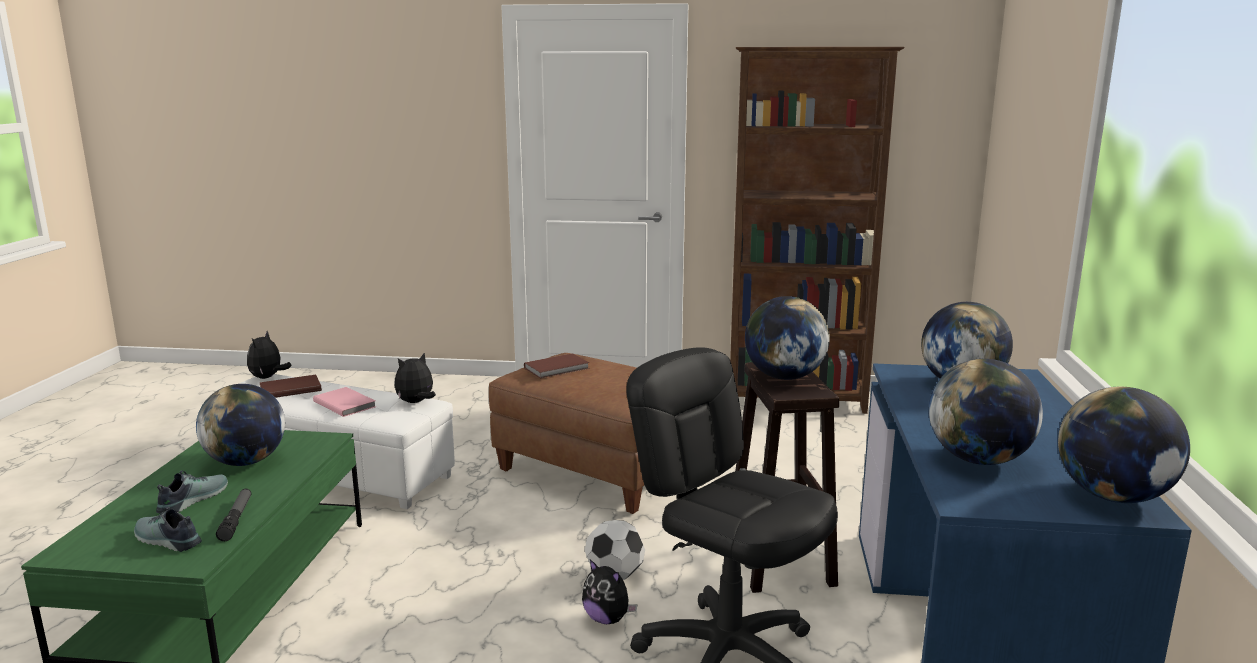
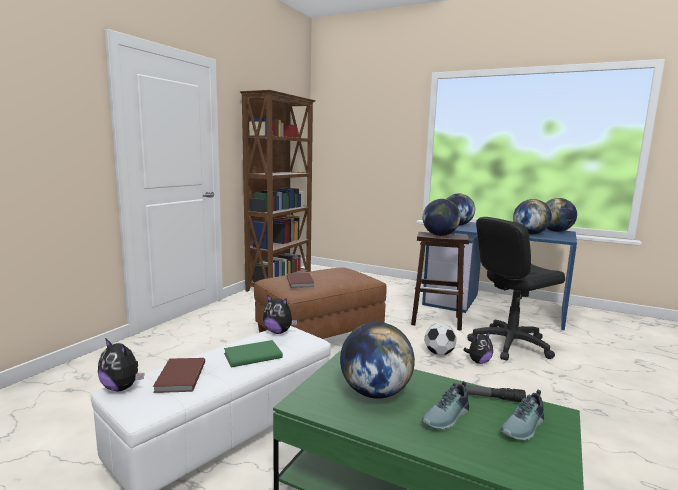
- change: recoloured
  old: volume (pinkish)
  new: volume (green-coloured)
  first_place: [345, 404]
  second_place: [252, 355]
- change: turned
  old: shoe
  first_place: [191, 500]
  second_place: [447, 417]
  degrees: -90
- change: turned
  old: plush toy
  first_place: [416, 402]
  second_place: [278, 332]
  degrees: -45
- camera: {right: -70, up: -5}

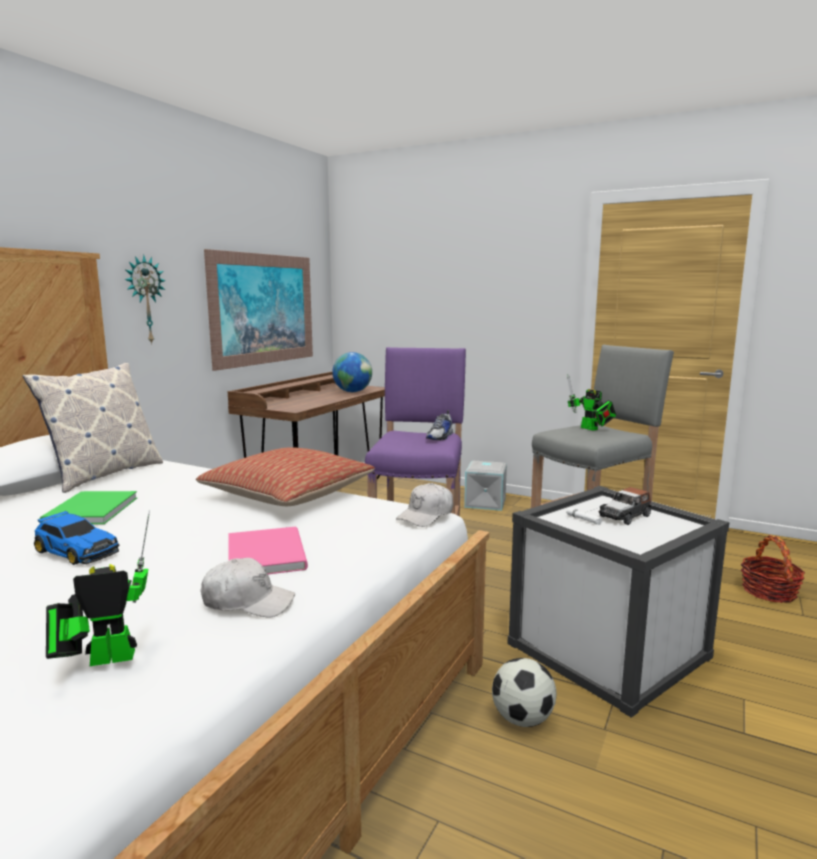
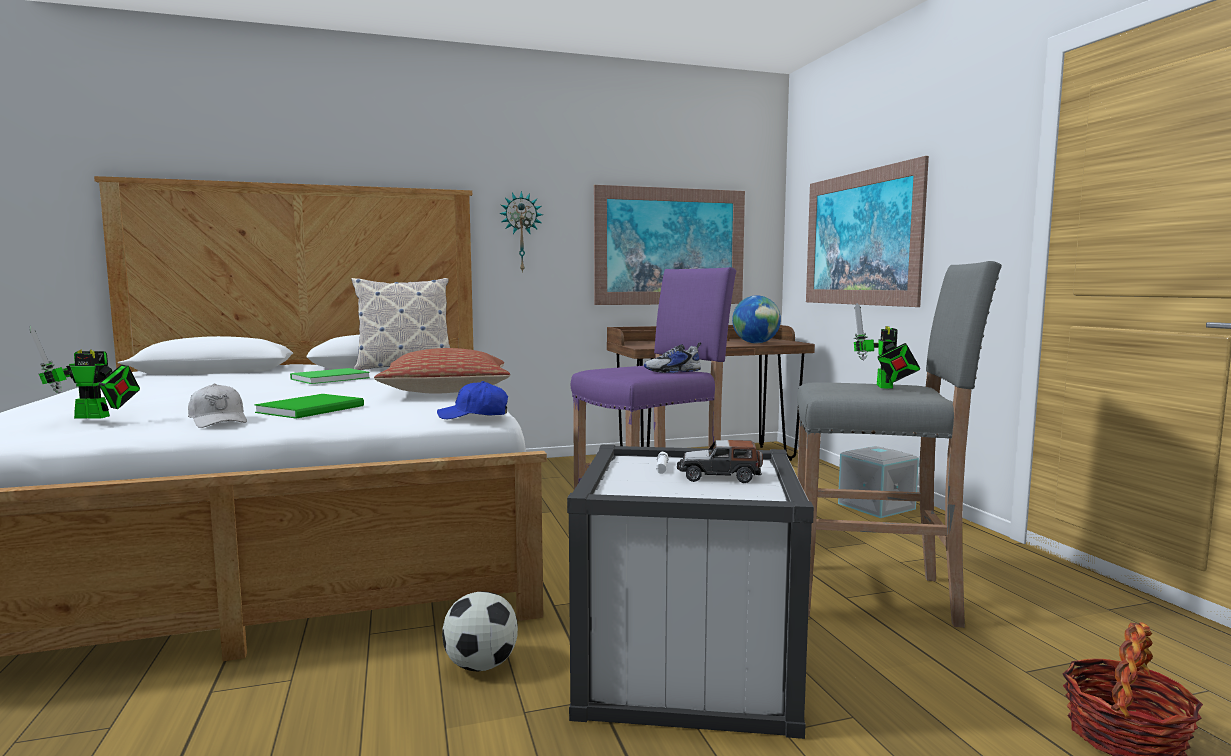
- change: removed
  old: miniature car
  first_place: [77, 551]
- change: added
  new: wall picture
  second_place: [860, 238]
- change: recoloured
  old: volume (pinkish)
  new: volume (green-coloured)
  first_place: [268, 553]
  second_place: [314, 409]
- change: recoloured
  old: peaked cap (whitish)
  new: peaked cap (blue)
  first_place: [426, 515]
  second_place: [474, 415]
- change: turned
  old: model robot
  first_place: [104, 659]
  second_place: [97, 417]
  degrees: 150
- camera: {right: 45, up: -5}

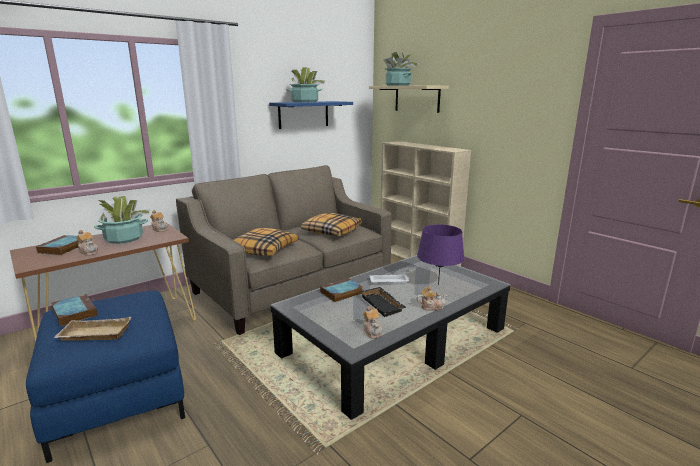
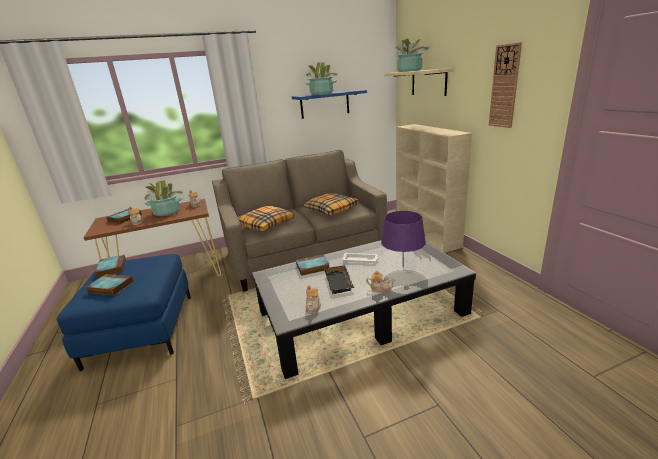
- change: added
  new: clock on the wall
  second_place: [504, 86]
- change: replaced
  old: carrying tray (sand-coloured)
  new: volume
  first_place: [93, 335]
  second_place: [110, 287]
- camera: {right: 20, up: 5}

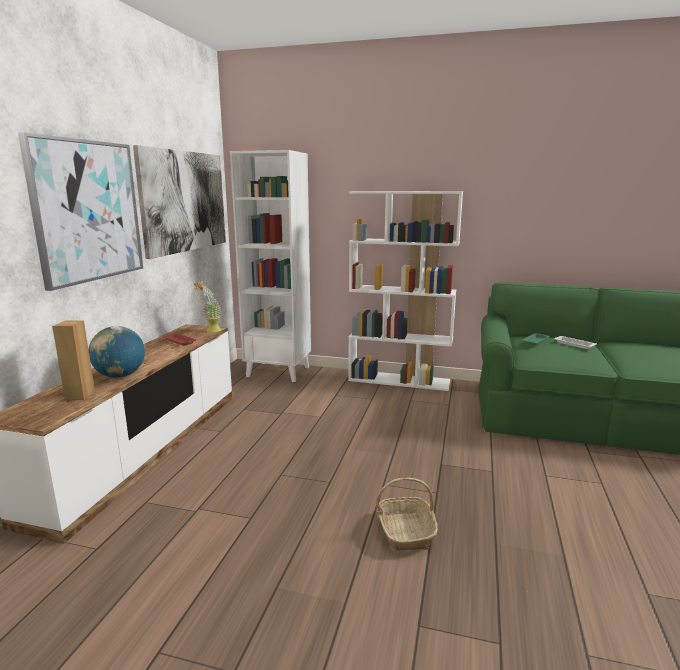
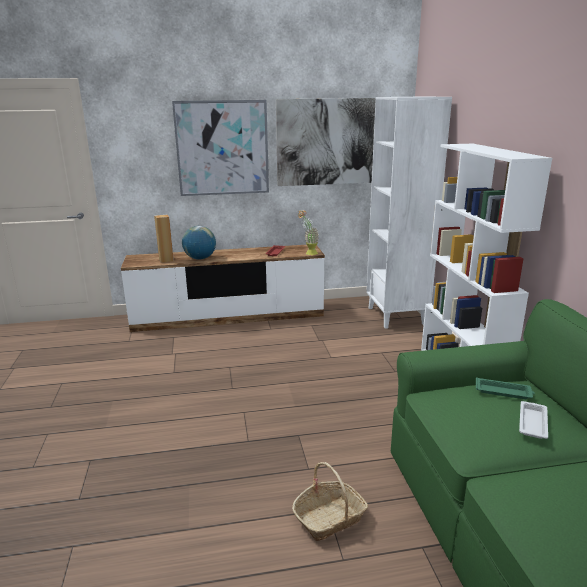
- change: moved
  old: household basket
  first_place: [405, 531]
  second_place: [329, 518]
- camera: {right: 65, up: 5}

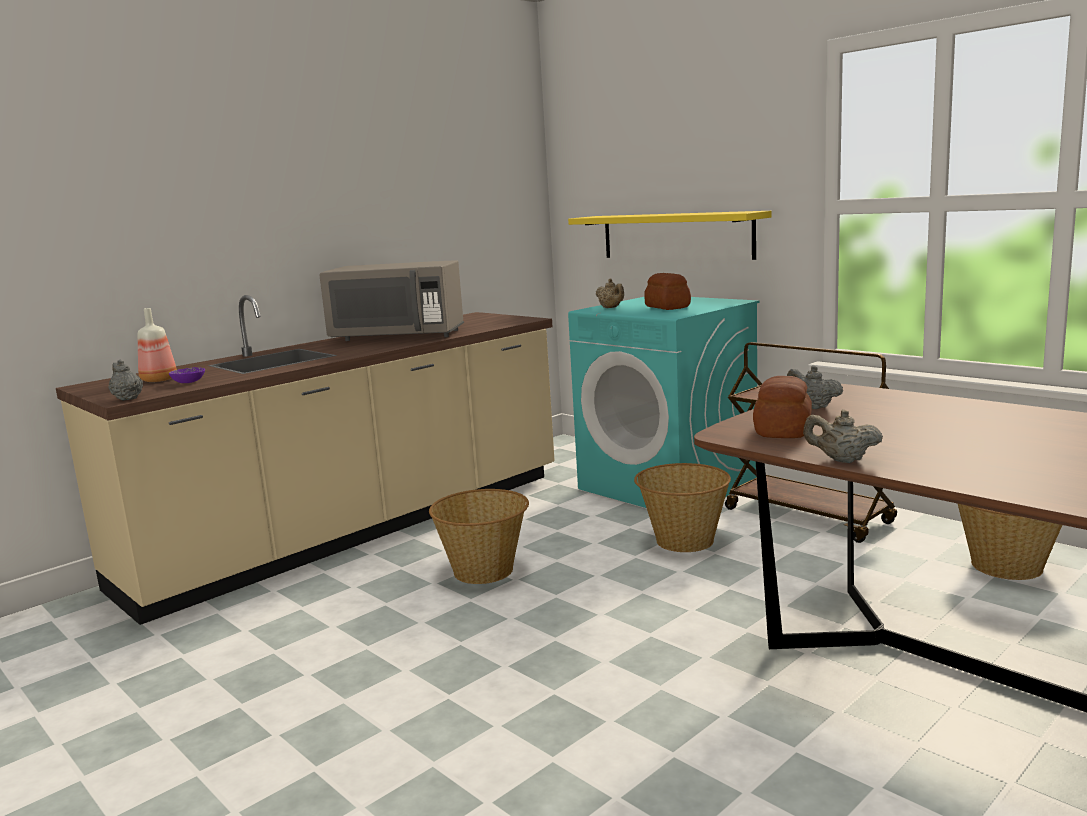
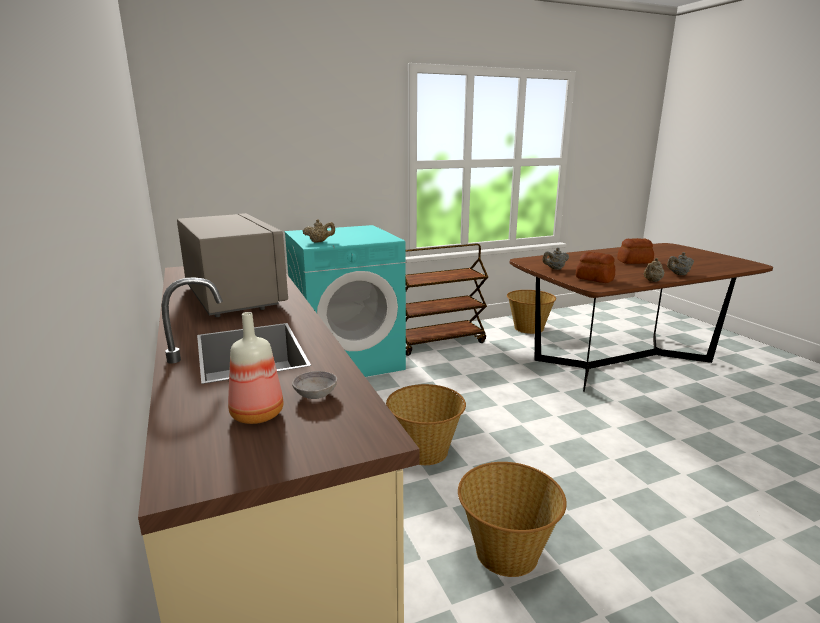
- change: removed
  old: bracket shelf (yellow)
  first_place: [675, 236]
- change: moved
  old: pot for tea (grey)
  first_place: [127, 398]
  second_place: [678, 274]
- change: moved
  old: household basket
  first_place: [683, 541]
  second_place: [506, 553]
- change: moved
  old: bread
  first_place: [667, 307]
  second_place: [635, 262]
- change: recoloured
  old: bowl (purple-coloured)
  new: bowl (grey)
  first_place: [188, 382]
  second_place: [315, 395]
- change: turned
  old: kitchen microwave (grey)
  first_place: [398, 336]
  second_place: [234, 297]
  degrees: -60
- camera: {right: -70, up: 5}

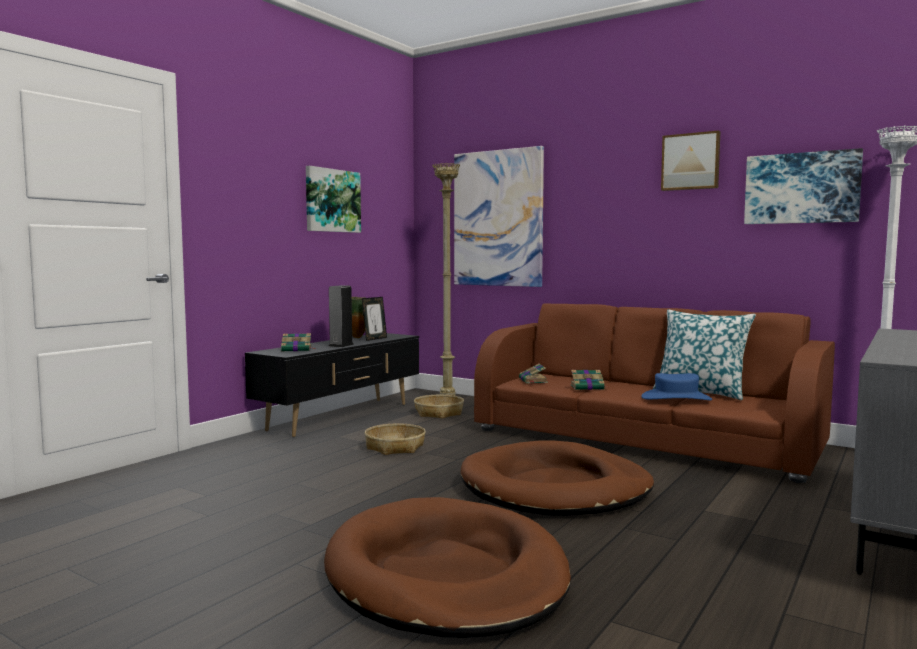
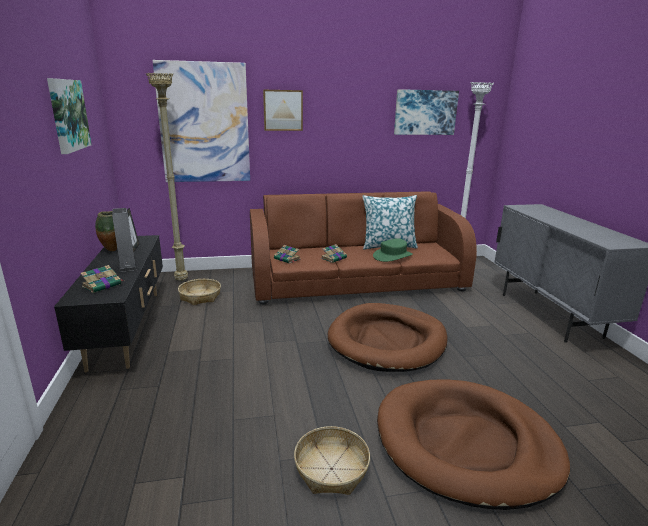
- change: moved
  old: household basket
  first_place: [395, 447]
  second_place: [331, 468]
- change: moved
  old: wall picture
  first_place: [690, 162]
  second_place: [283, 110]
- change: recoloured
  old: wearable hat (blue)
  new: wearable hat (green-coloured)
  first_place: [676, 398]
  second_place: [393, 256]
- camera: {right: -45, up: 15}

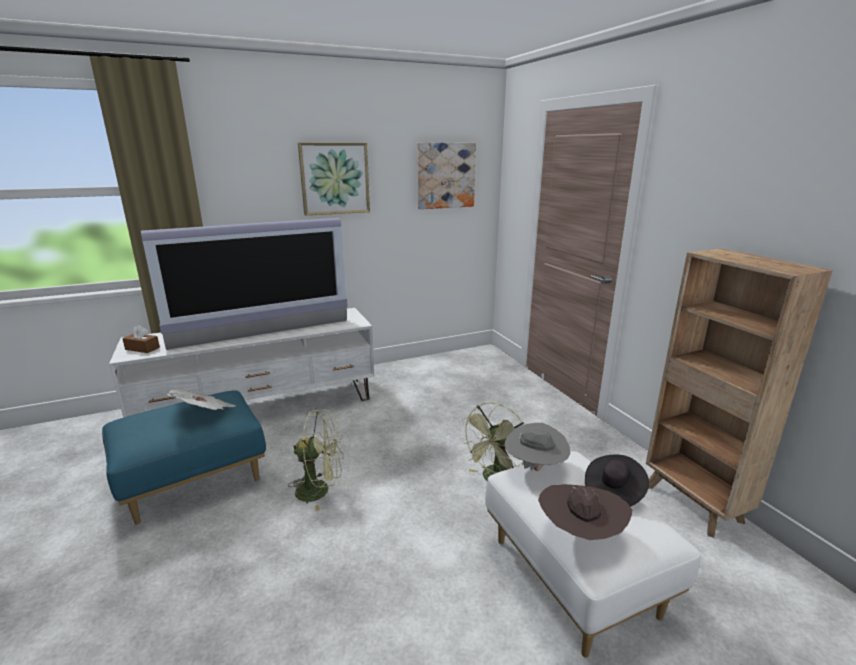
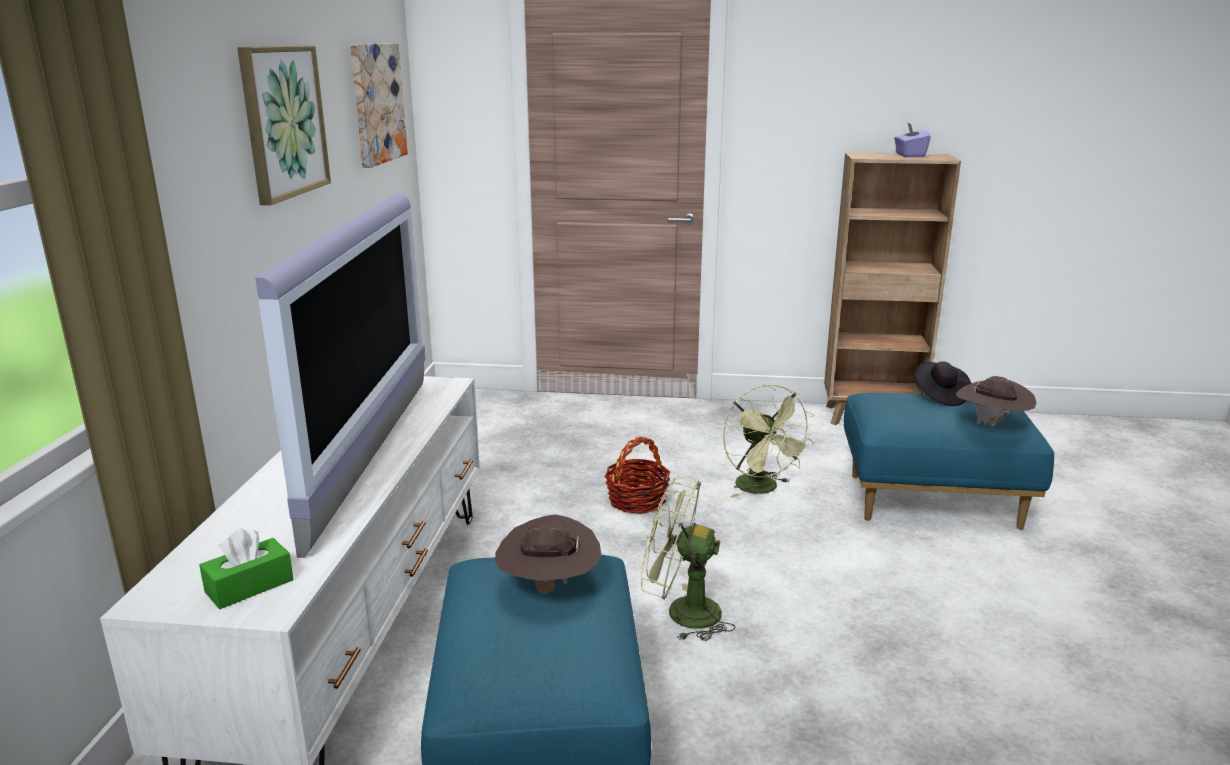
- change: removed
  old: wearable hat (grey)
  first_place: [535, 467]
- change: added
  new: household basket
  second_place: [637, 500]
- change: added
  new: box of tissues (purple-coloured)
  second_place: [909, 155]
- change: replaced
  old: printed paper
  new: wearable hat (brown-coloured)
  first_place: [204, 413]
  second_place: [548, 589]
- change: recoloured
  old: box of tissues (brown-coloured)
  new: box of tissues (green-coloured)
  first_place: [142, 348]
  second_place: [249, 586]
- change: recoloured
  old: footrest (whitish)
  new: footrest (blue)
  first_place: [575, 577]
  second_place: [933, 500]
- change: turned
  old: fan (green-coloured)
  first_place: [320, 490]
  second_place: [681, 613]
  degrees: -105
- camera: {right: -60, up: 0}

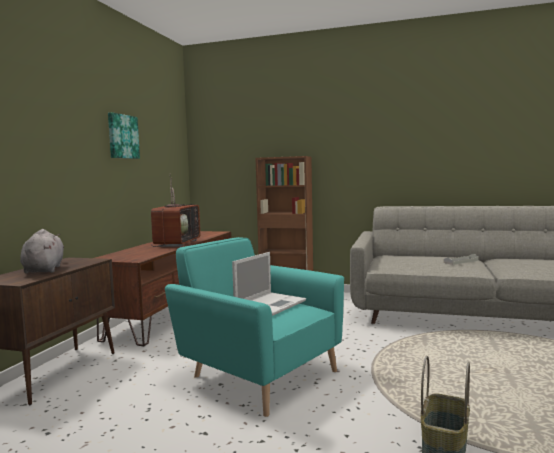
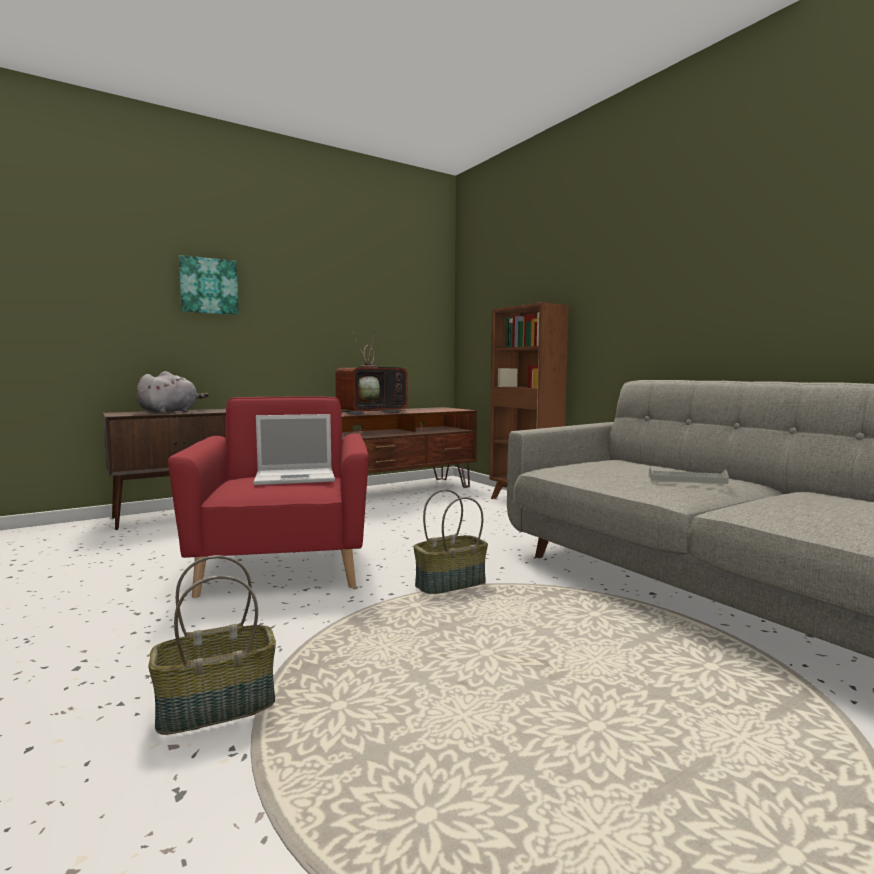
- change: added
  new: household basket
  second_place: [450, 585]
- change: moved
  old: wall picture
  first_place: [122, 136]
  second_place: [208, 286]
- change: recoloured
  old: lounge chair (blue-green)
  new: lounge chair (reddish)
  first_place: [258, 374]
  second_place: [284, 563]
- camera: {right: 40, up: 0}

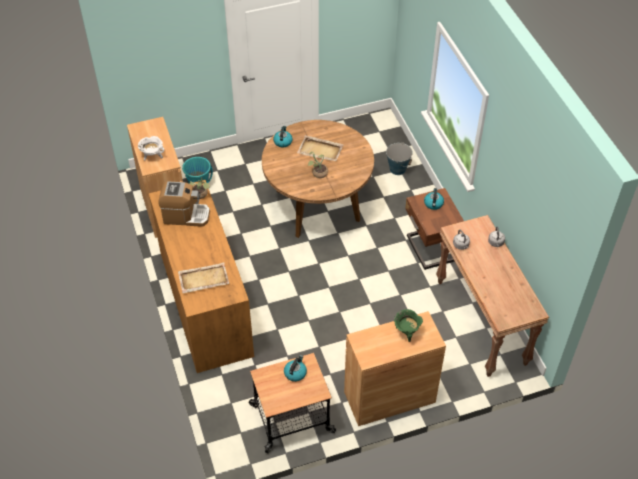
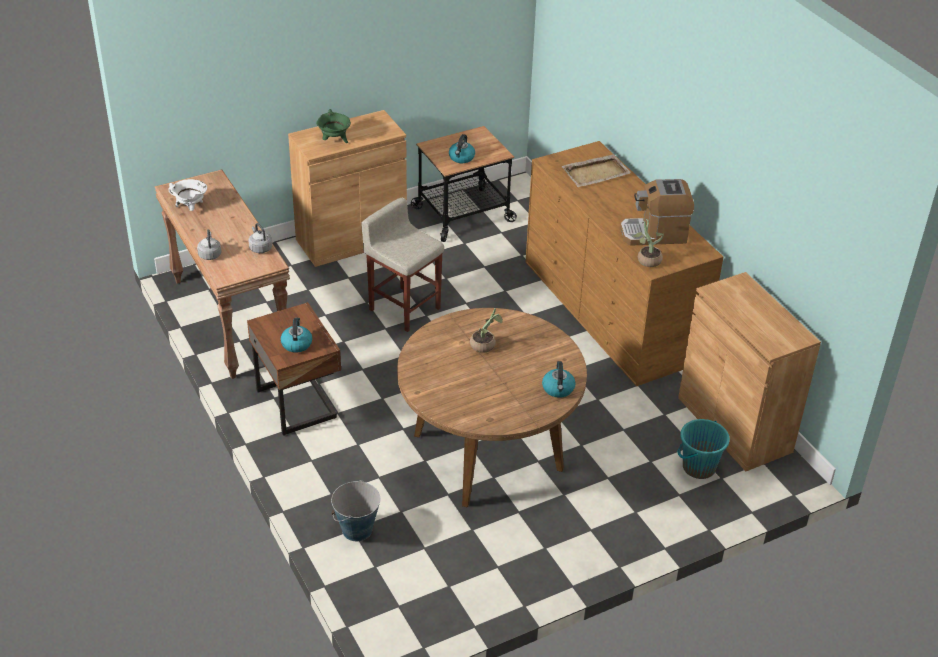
- change: removed
  old: carrying tray (sand-coloured)
  first_place: [320, 150]
- change: added
  new: sitting stool (sand-coloured)
  second_place: [404, 308]
- change: moved
  old: stockpot (whitish)
  first_place: [152, 156]
  second_place: [191, 208]
- camera: {right: 170, up: -10}

